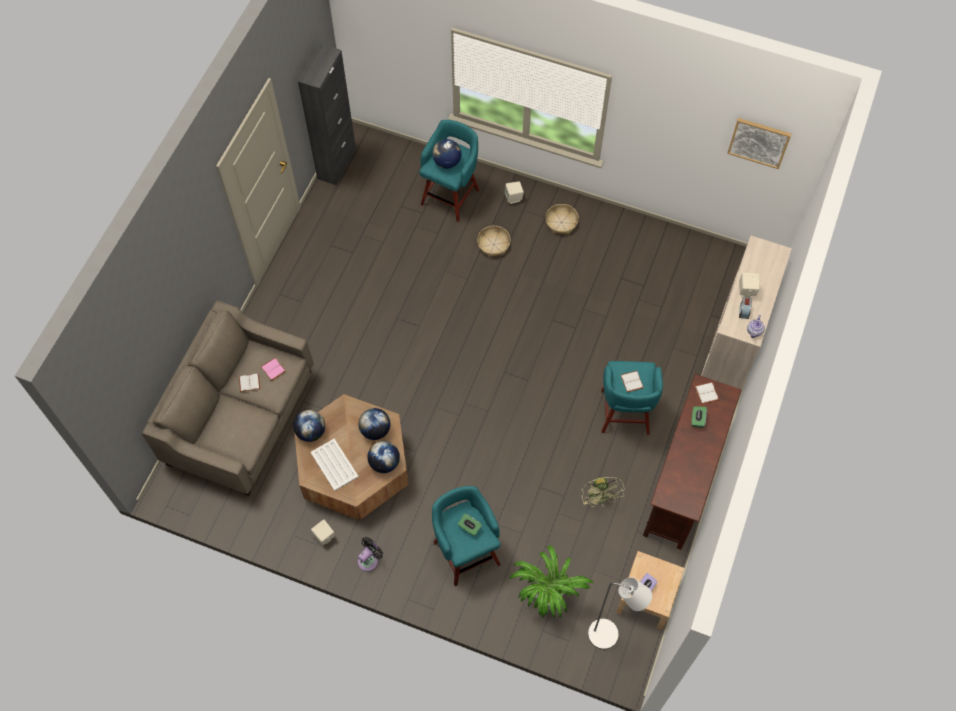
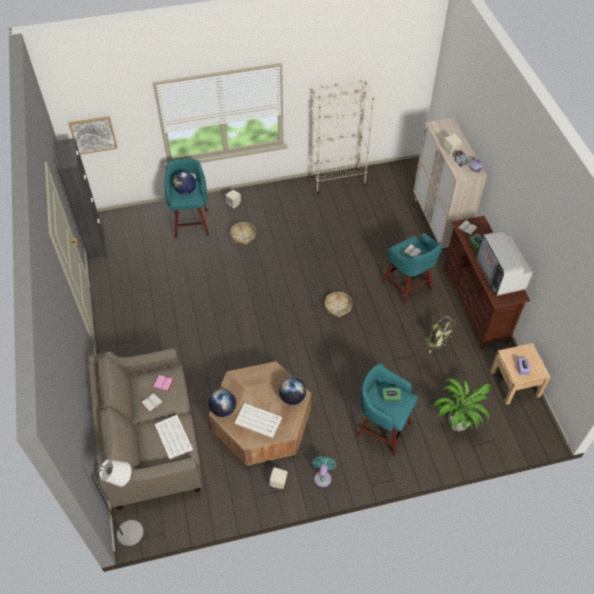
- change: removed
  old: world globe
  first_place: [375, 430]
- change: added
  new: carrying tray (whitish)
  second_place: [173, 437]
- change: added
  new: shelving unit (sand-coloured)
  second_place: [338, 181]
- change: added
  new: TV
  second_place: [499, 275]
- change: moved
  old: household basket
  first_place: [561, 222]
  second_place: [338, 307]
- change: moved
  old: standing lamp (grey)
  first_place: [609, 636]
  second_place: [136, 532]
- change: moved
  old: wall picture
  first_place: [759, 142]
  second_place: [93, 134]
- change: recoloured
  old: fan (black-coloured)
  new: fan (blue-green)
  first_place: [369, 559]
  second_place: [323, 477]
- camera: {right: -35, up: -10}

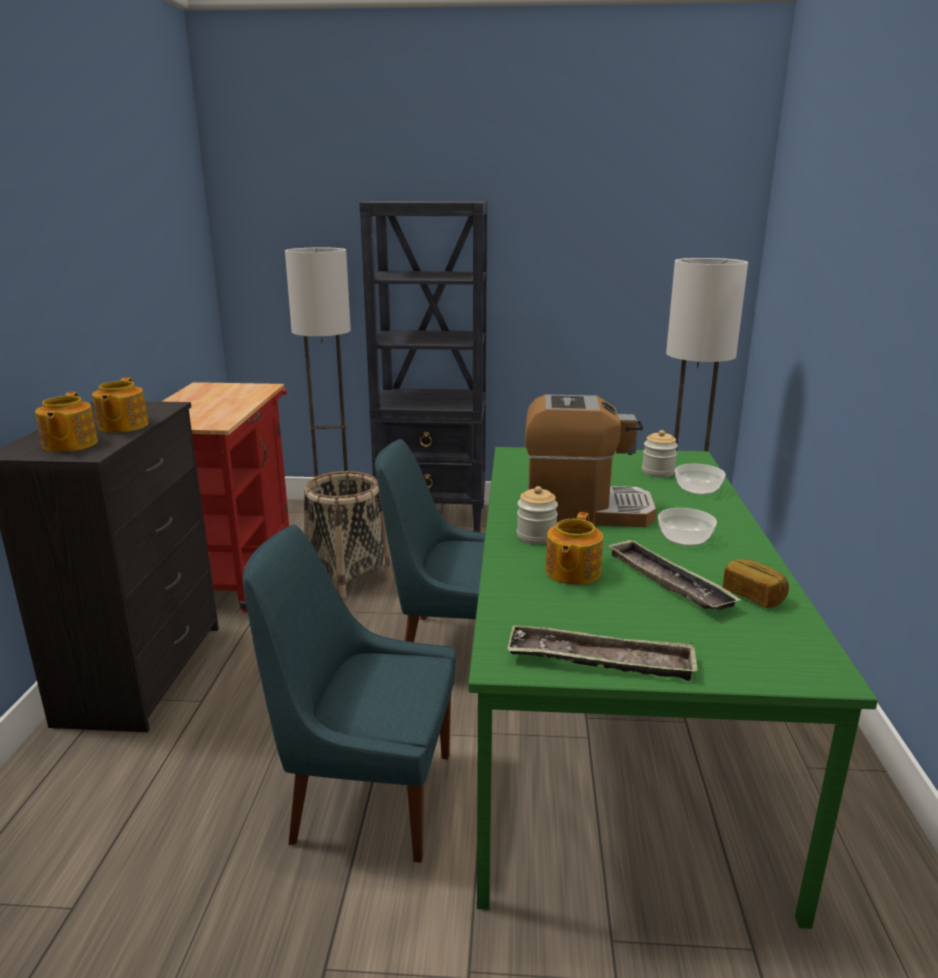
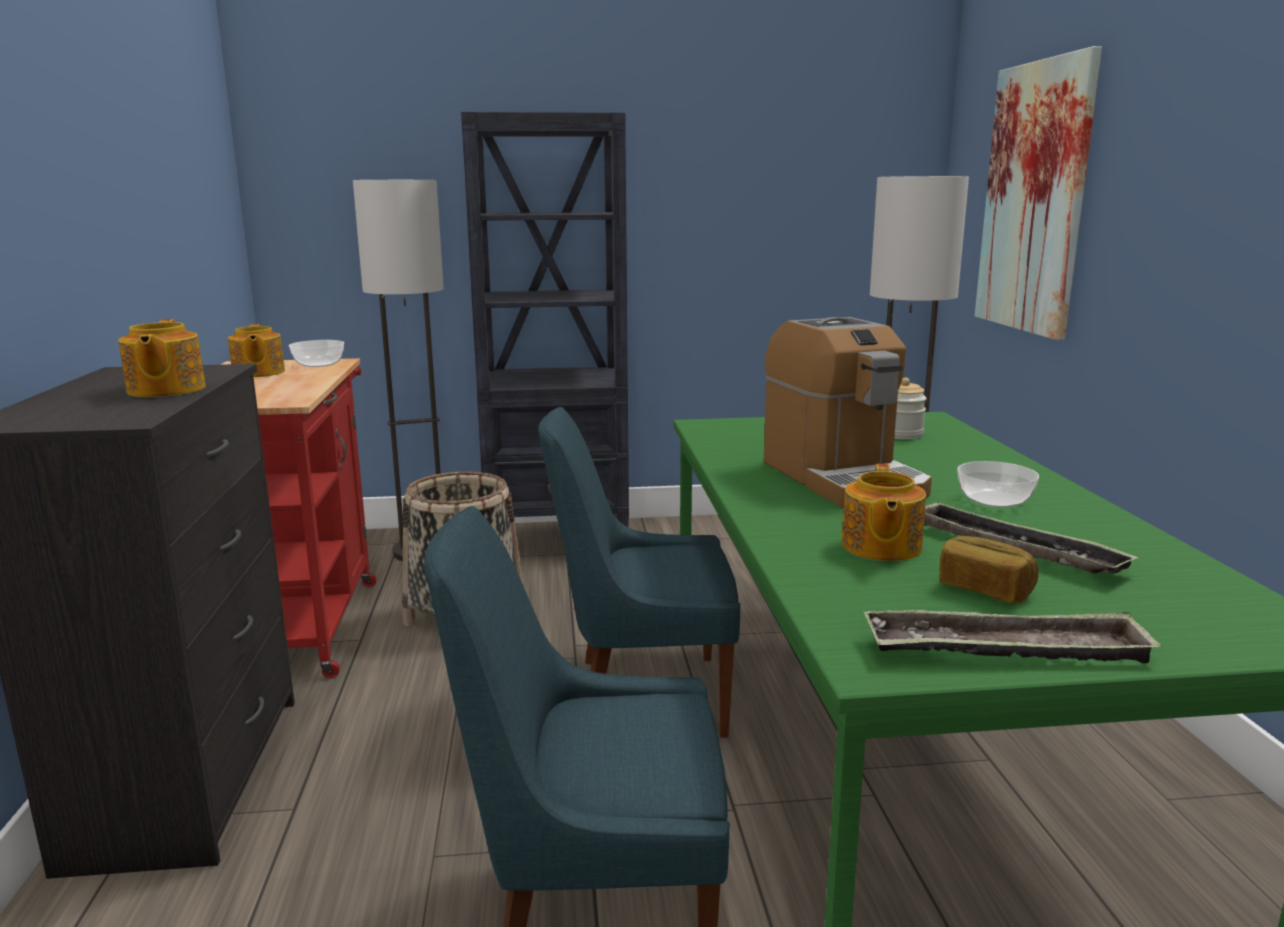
- change: removed
  old: preserve jar
  first_place: [536, 536]
- change: added
  new: wall picture
  second_place: [1034, 198]
- change: moved
  old: pot for tea
  first_place: [69, 445]
  second_place: [258, 373]
- change: moved
  old: bowl
  first_place: [697, 490]
  second_place: [318, 364]
- change: moved
  old: bread
  first_place: [753, 596]
  second_place: [985, 589]
- change: turned
  old: coffee machine
  first_place: [585, 510]
  second_place: [843, 478]
  degrees: 75
- camera: {right: -10, up: -5}

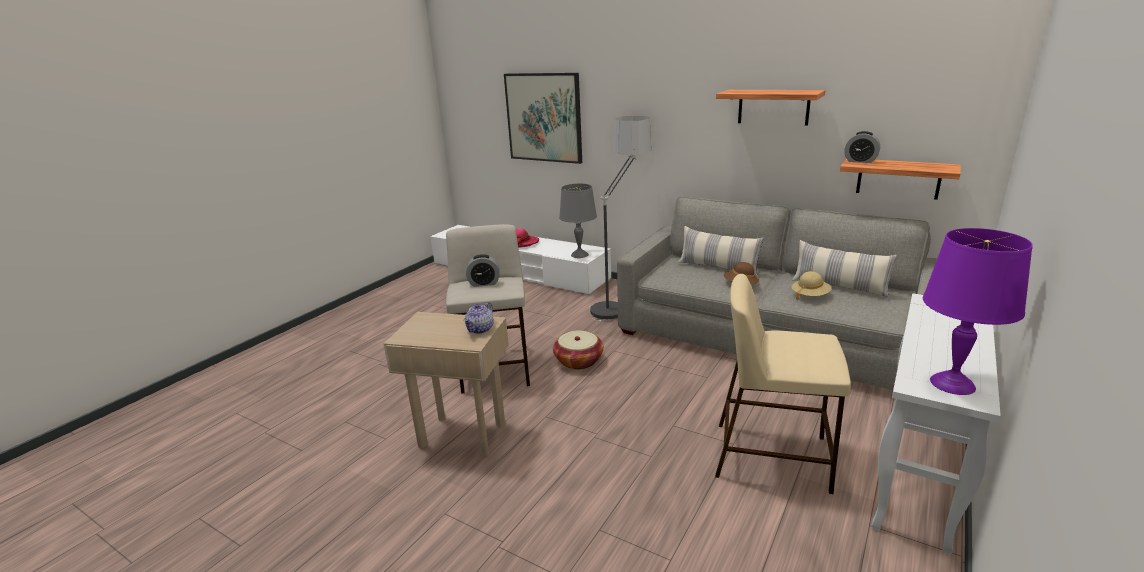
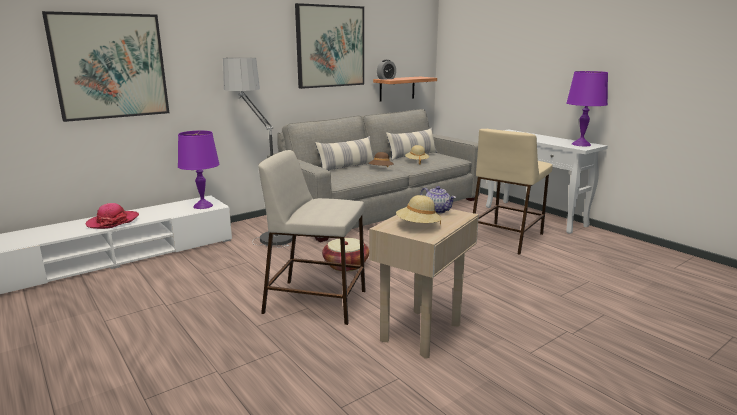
- change: removed
  old: alarm clock
  first_place: [484, 283]
- change: added
  new: wearable hat (sand-coloured)
  second_place: [418, 226]
- change: replaced
  old: bracket shelf
  new: wall picture
  first_place: [773, 107]
  second_place: [330, 46]
- change: recoloured
  old: tabletop lamp (grey)
  new: tabletop lamp (purple-coloured)
  first_place: [579, 255]
  second_place: [203, 206]
- camera: {right: -70, up: -5}

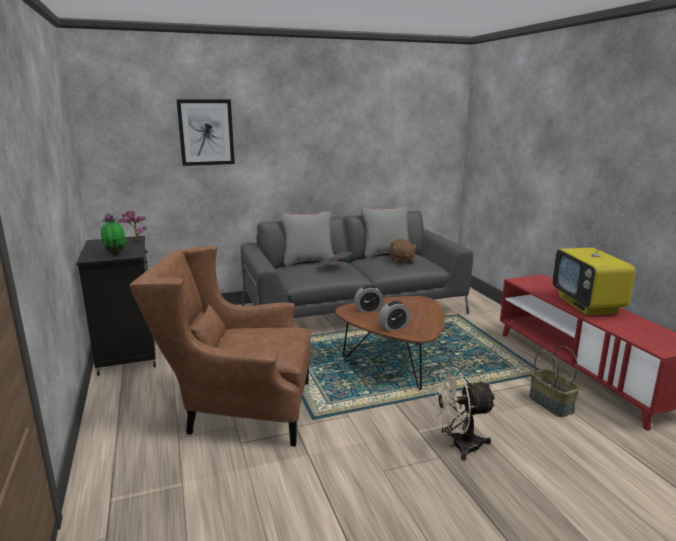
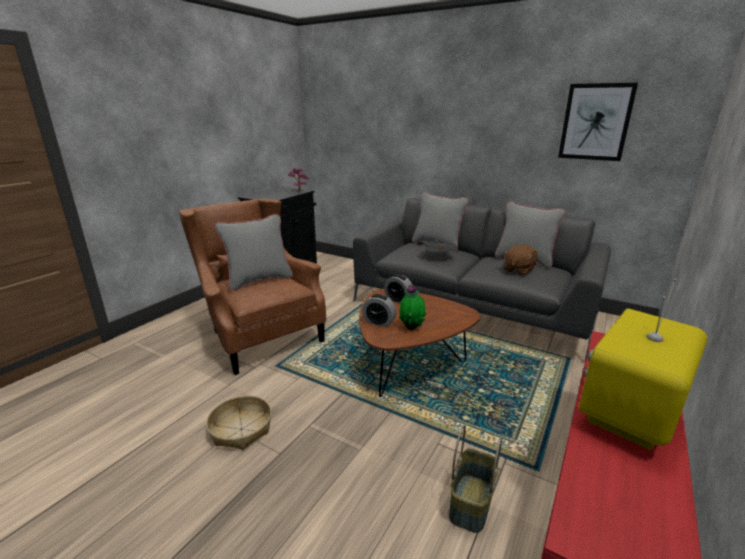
- change: removed
  old: fan (sand-coloured)
  first_place: [458, 445]
- change: added
  new: household basket
  second_place: [241, 429]
- change: added
  new: cushion (grey)
  second_place: [259, 280]
- change: moved
  old: potted plant
  first_place: [116, 254]
  second_place: [411, 328]
- change: moved
  old: wall picture
  first_place: [206, 132]
  second_place: [595, 122]
- camera: {right: 50, up: 5}

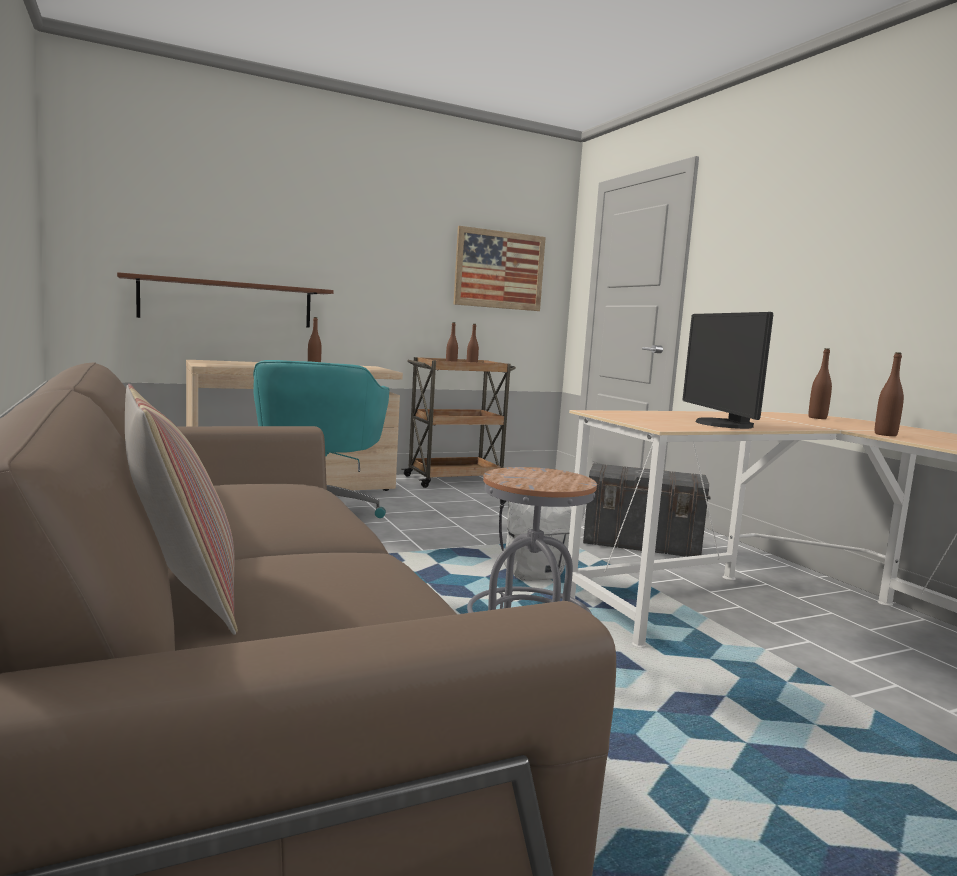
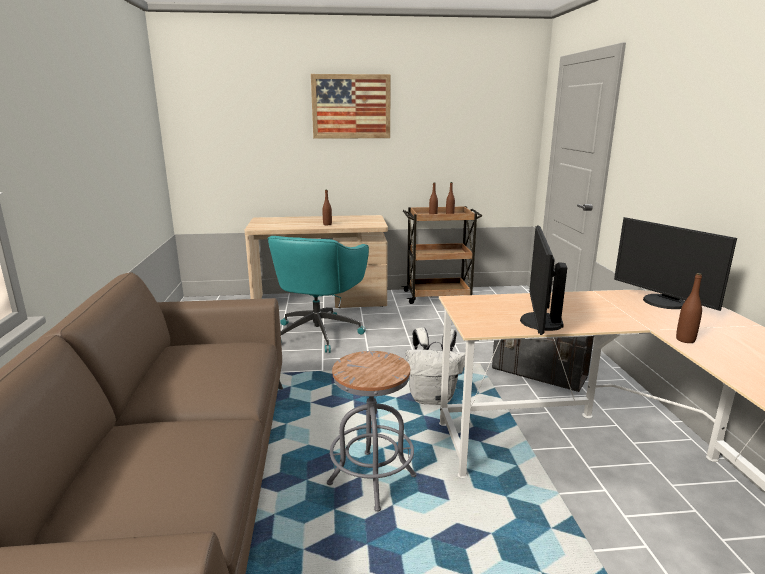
- change: removed
  old: bracket shelf (brown-coloured)
  first_place: [227, 303]
- change: removed
  old: cushion
  first_place: [180, 596]
- change: moved
  old: wall picture
  first_place: [499, 270]
  second_place: [351, 106]
- change: replaced
  old: drink bottle (brown-coloured)
  new: computer display
  first_place: [817, 418]
  second_place: [663, 302]
- camera: {right: 20, up: 10}

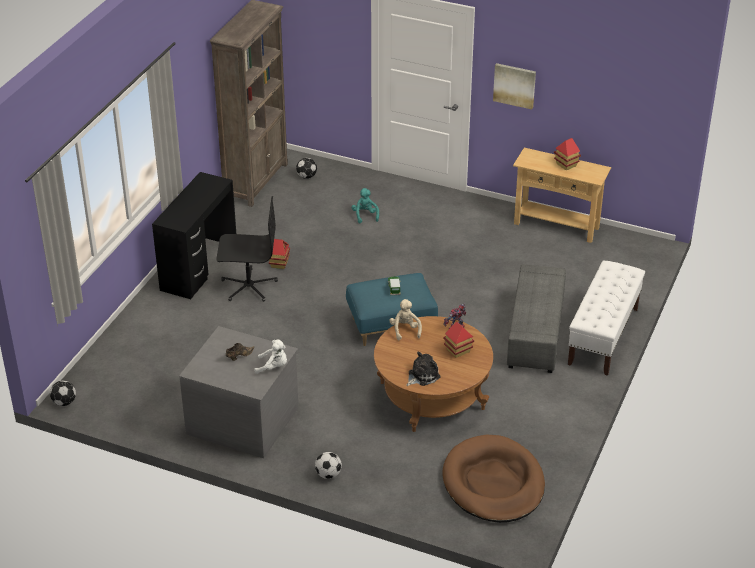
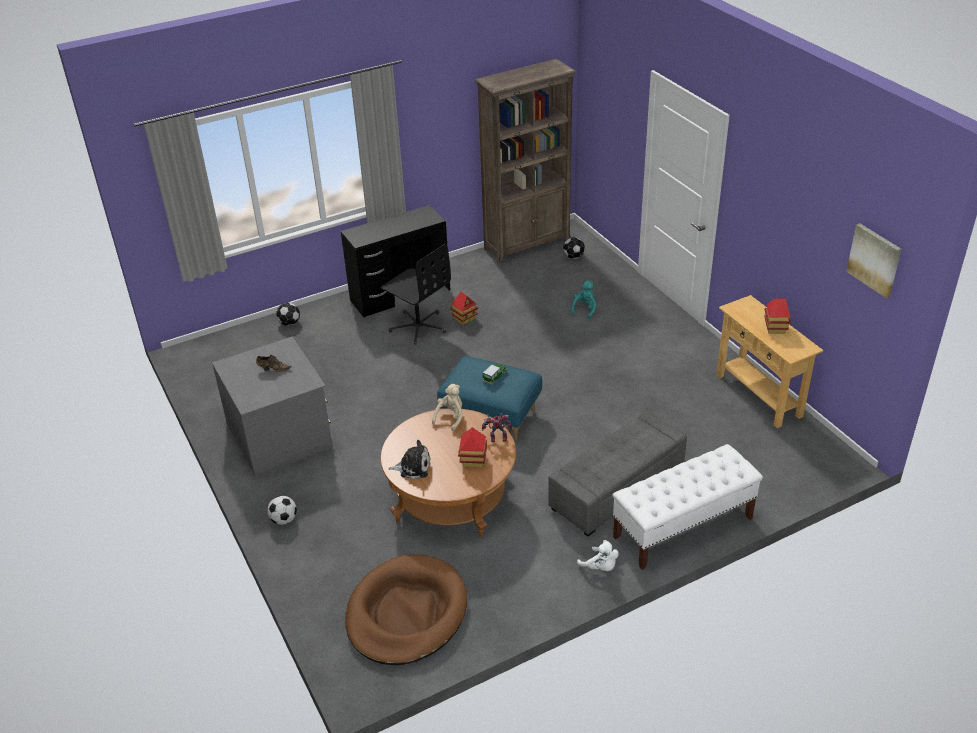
- change: moved
  old: ball for football
  first_place: [64, 402]
  second_place: [289, 323]
- change: moved
  old: plush toy (whitish)
  first_place: [273, 367]
  second_place: [600, 567]
- change: moved
  old: wall picture
  first_place: [514, 85]
  second_place: [874, 259]
- camera: {right: 40, up: 0}

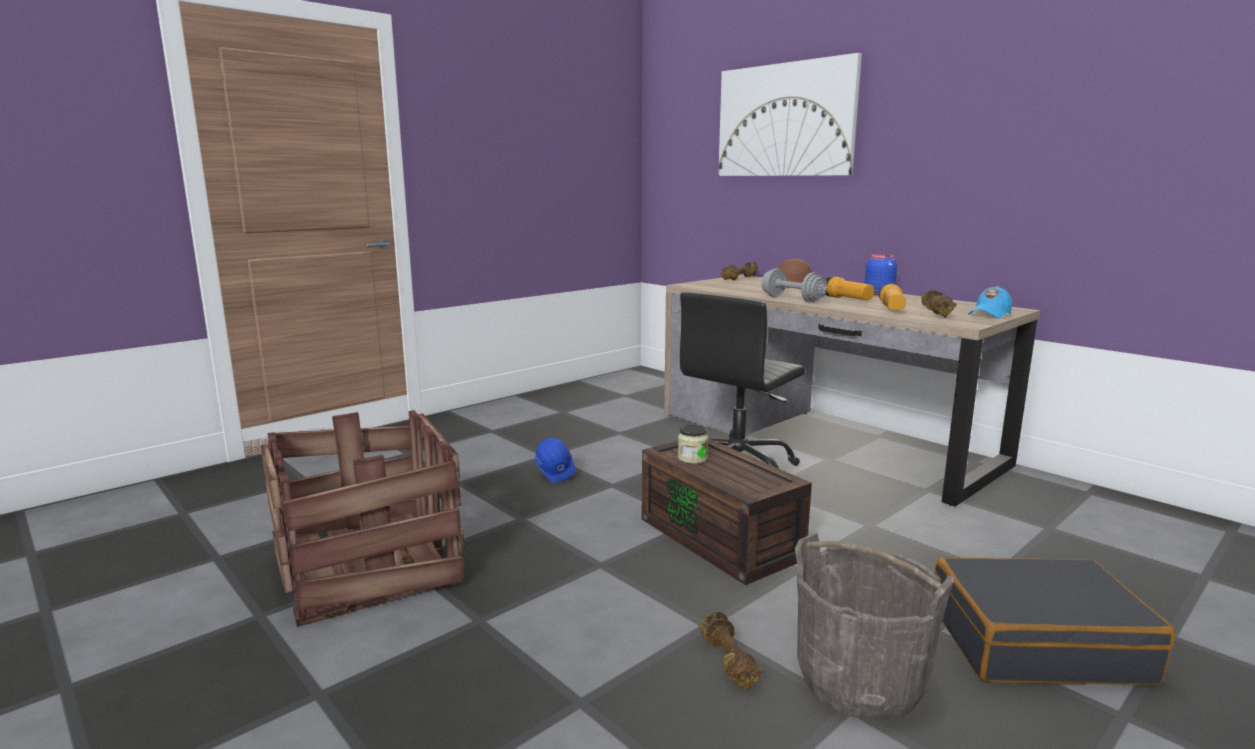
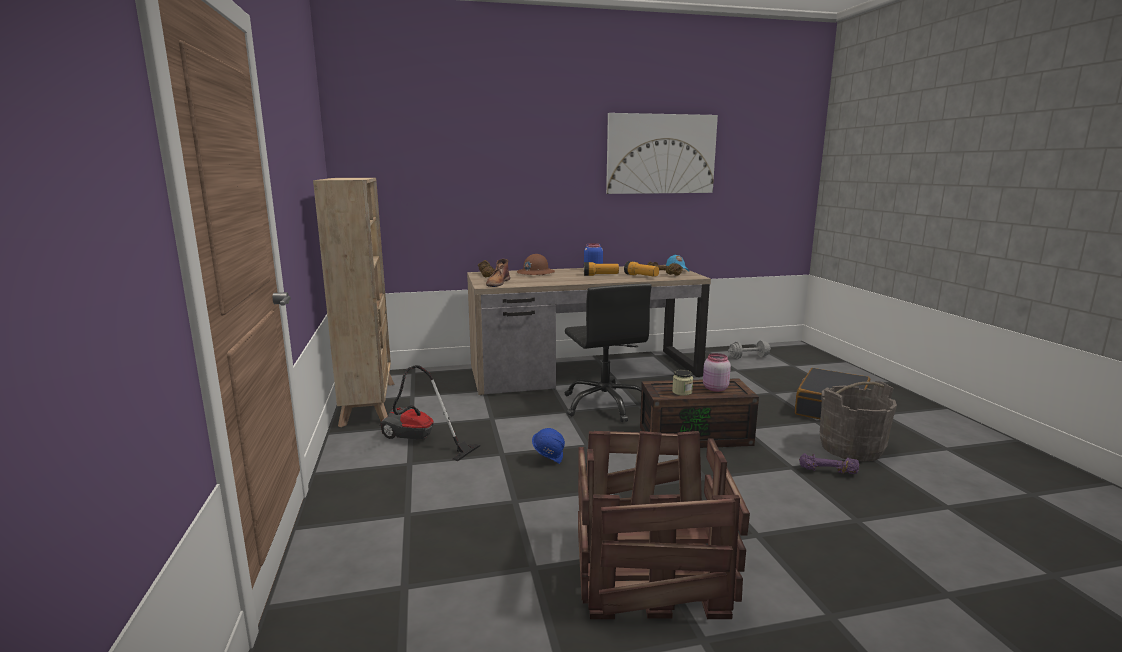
- change: added
  new: shelving unit (sand-coloured)
  second_place: [369, 403]
- change: added
  new: vacuum cleaner
  second_place: [418, 441]
- change: added
  new: tall boot (brown-coloured)
  second_place: [498, 283]
- change: added
  new: preserve jar (pinkish)
  second_place: [714, 388]
- change: moved
  old: wall picture
  first_place: [785, 120]
  second_place: [661, 154]
- change: moved
  old: free weight (grey)
  first_place: [792, 299]
  second_place: [748, 357]
- change: recoloured
  old: free weight (brown-coloured)
  new: free weight (purple-coloured)
  first_place: [727, 661]
  second_place: [828, 472]
- camera: {right: -60, up: 0}

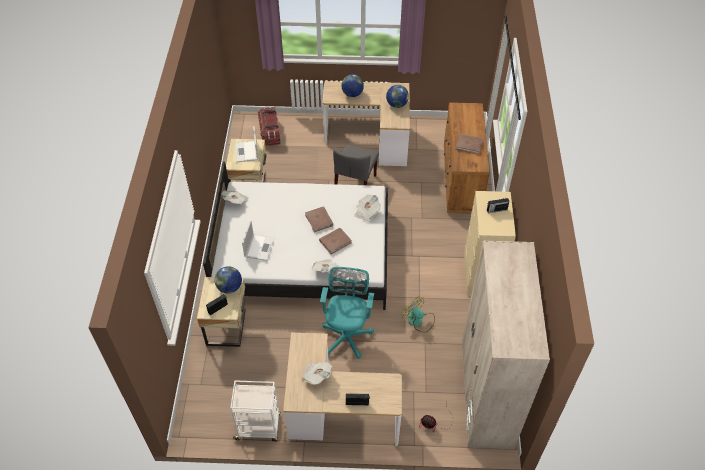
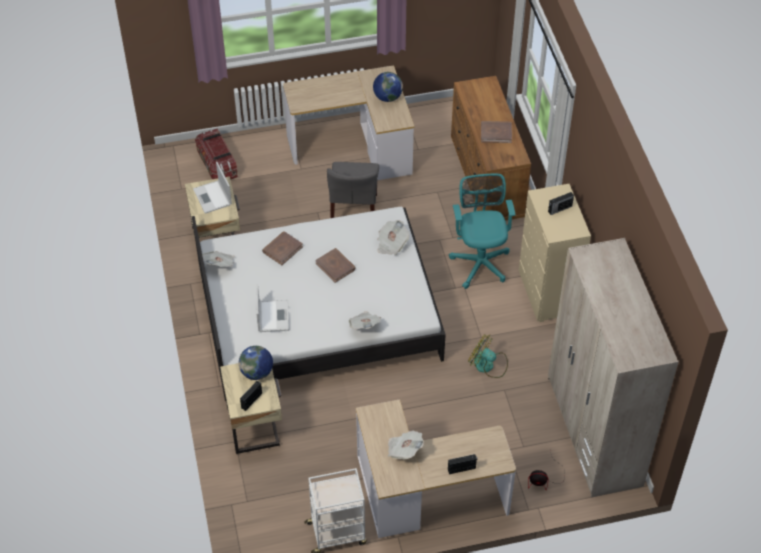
- change: removed
  old: world globe
  first_place: [352, 94]
- change: moved
  old: volume (brown-coloured)
  first_place: [335, 241]
  second_place: [282, 249]
- change: moved
  old: computer chair (blue-green)
  first_place: [346, 335]
  second_place: [480, 261]
- camera: {right: -15, up: 0}

